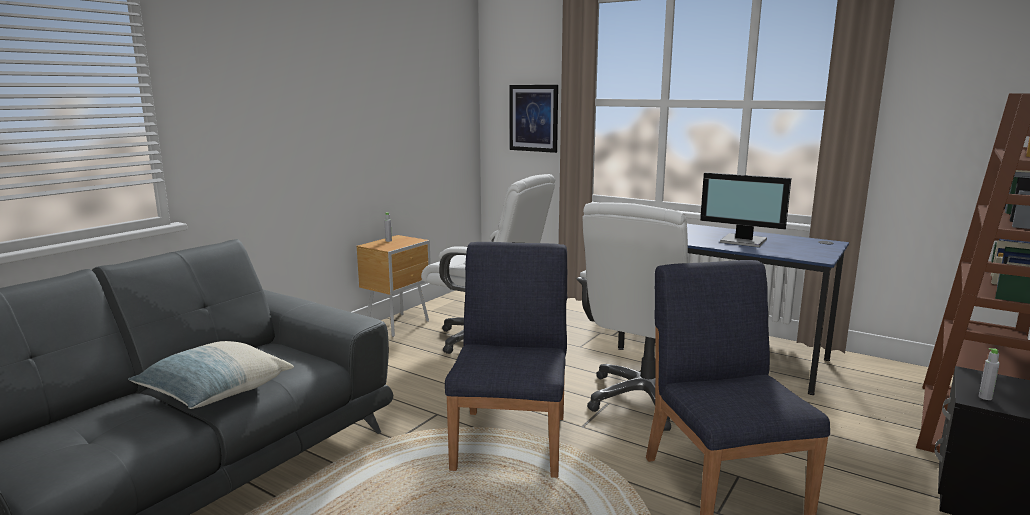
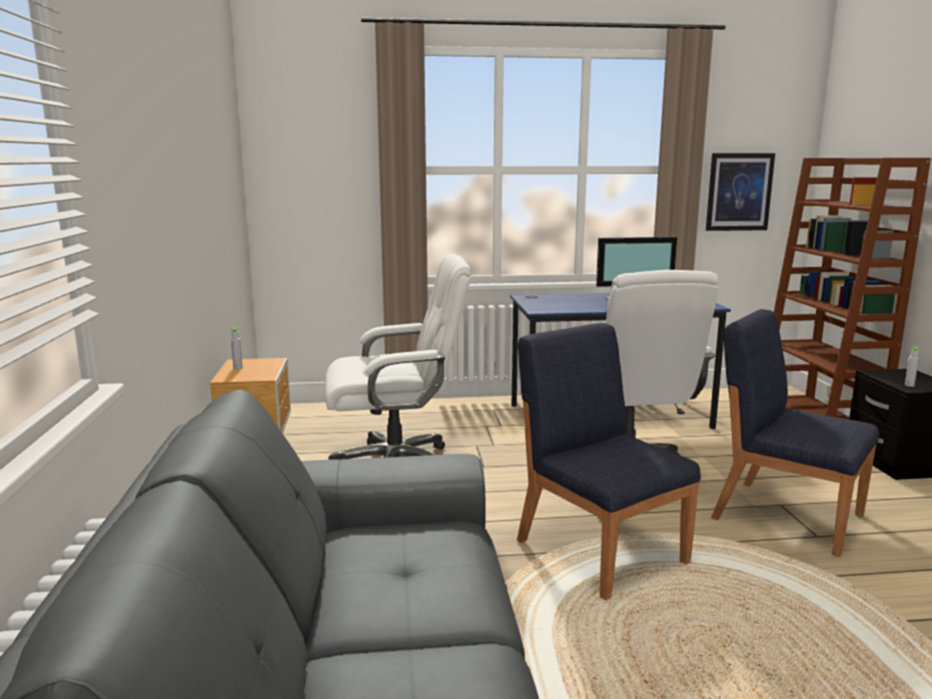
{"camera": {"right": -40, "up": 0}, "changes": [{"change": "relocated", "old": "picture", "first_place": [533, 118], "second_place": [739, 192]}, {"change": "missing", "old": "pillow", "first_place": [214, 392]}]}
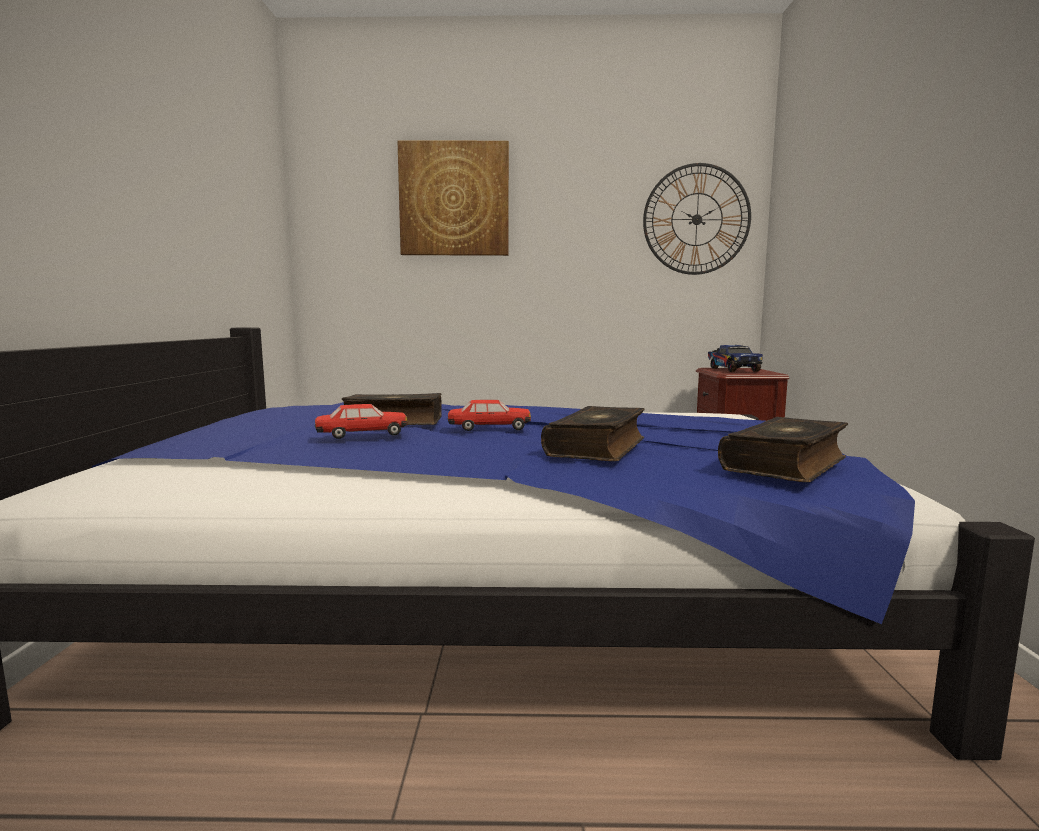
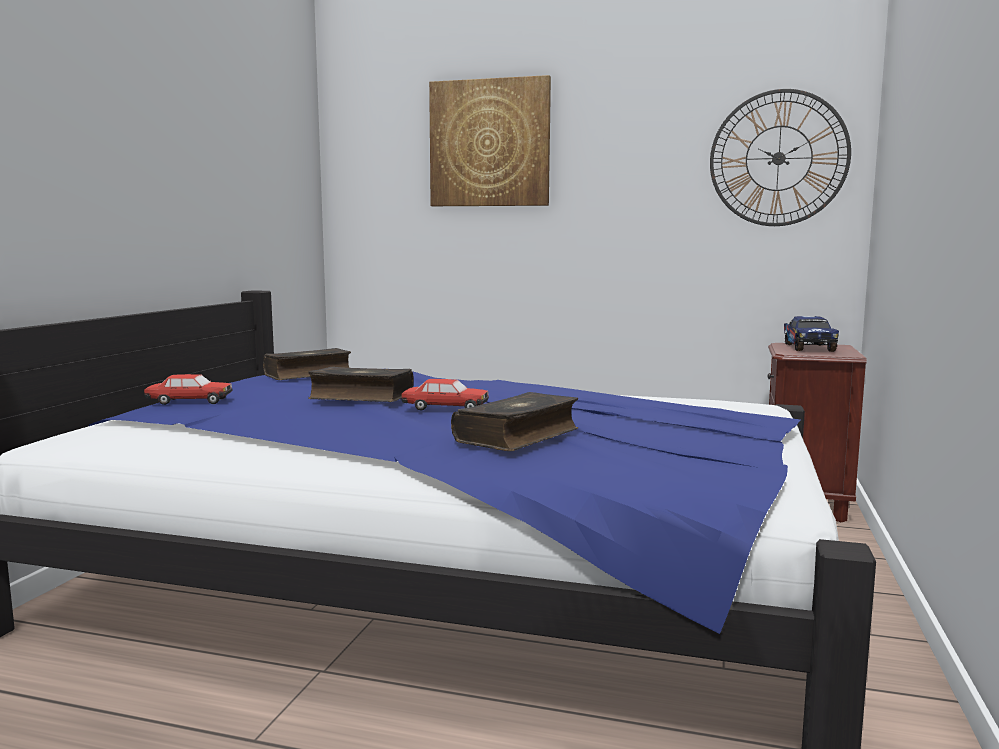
{"camera": {"right": 15, "up": 0}, "changes": [{"change": "relocated", "old": "toy car", "first_place": [362, 434], "second_place": [189, 401]}, {"change": "relocated", "old": "book", "first_place": [786, 464], "second_place": [308, 374]}]}
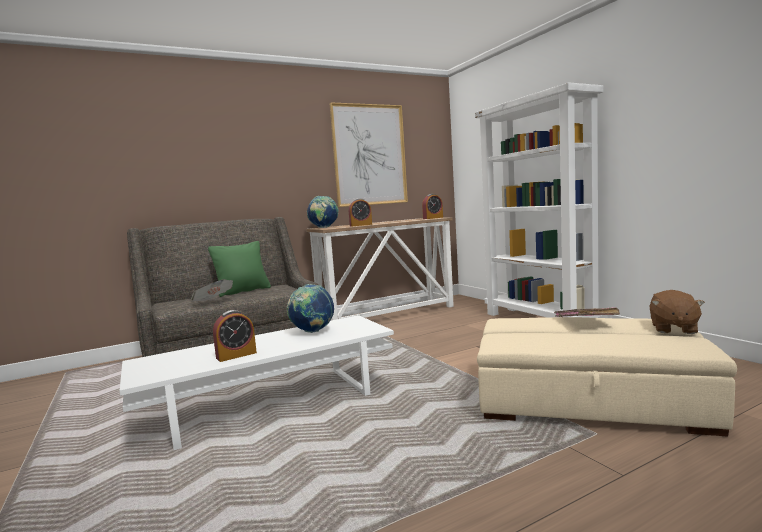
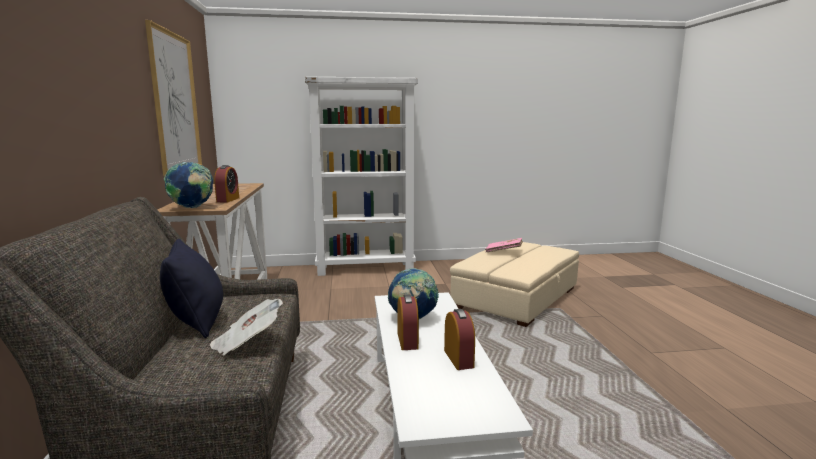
{"camera": {"right": -70, "up": 5}, "changes": [{"change": "relocated", "old": "alarm clock", "first_place": [433, 218], "second_place": [407, 340]}, {"change": "colour", "old": "pillow in green", "new": "pillow in black", "first_place": [243, 291], "second_place": [197, 322]}, {"change": "missing", "old": "plush toy in brown", "first_place": [673, 329]}]}
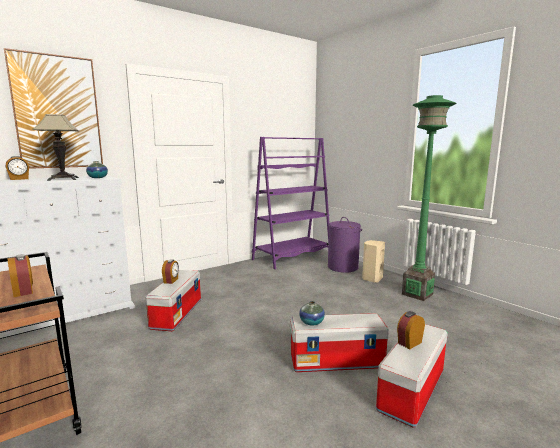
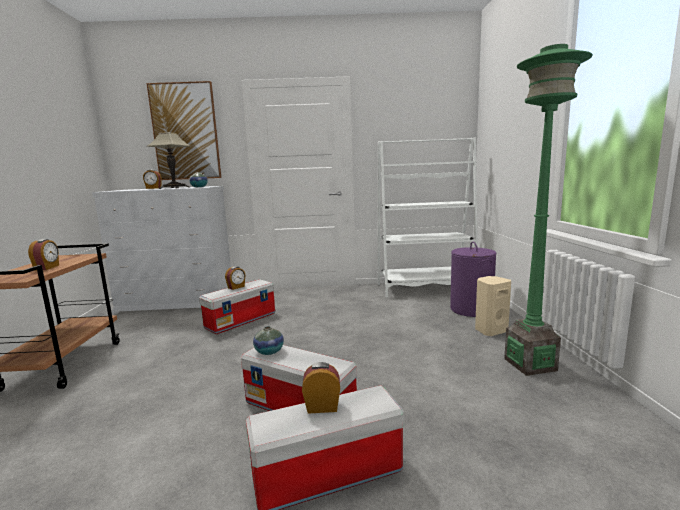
{"camera": {"right": 35, "up": 0}, "changes": [{"change": "colour", "old": "bookcase in purple", "new": "bookcase in white", "first_place": [292, 257], "second_place": [425, 288]}]}
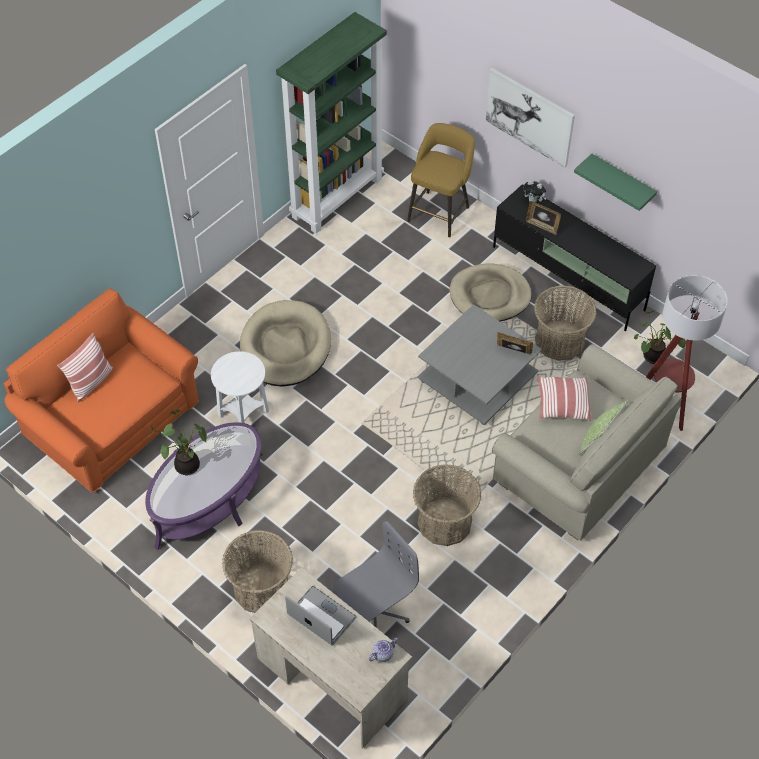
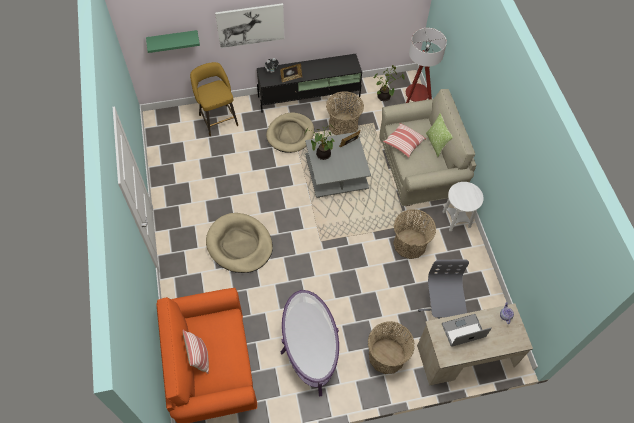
{"camera": {"right": -55, "up": 5}, "changes": [{"change": "missing", "old": "bookcase in green", "first_place": [337, 197]}, {"change": "relocated", "old": "shelf in green", "first_place": [622, 181], "second_place": [173, 40]}, {"change": "relocated", "old": "side table in white", "first_place": [243, 414], "second_place": [456, 219]}, {"change": "relocated", "old": "potted plant", "first_place": [186, 464], "second_place": [322, 154]}]}
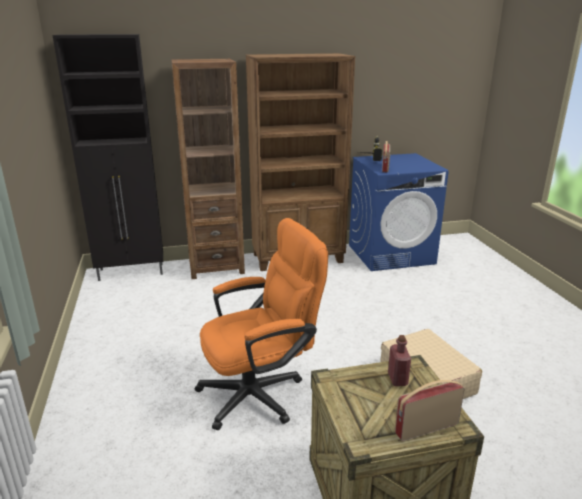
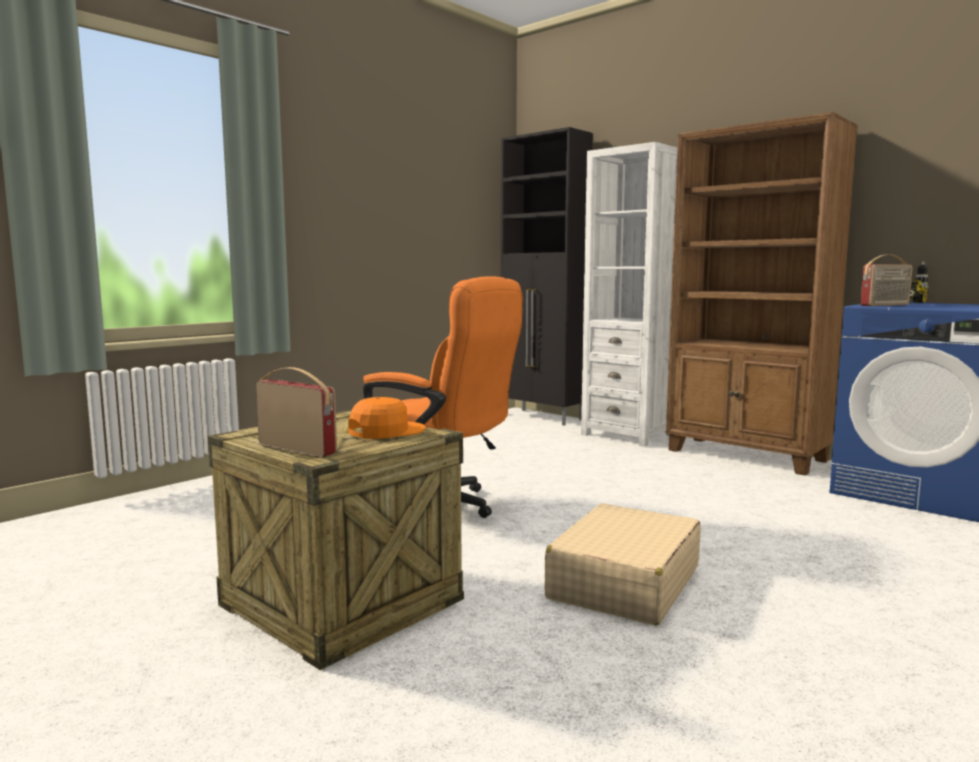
{"camera": {"right": 55, "up": -15}, "changes": [{"change": "colour", "old": "bookcase in brown", "new": "bookcase in white", "first_place": [216, 267], "second_place": [628, 435]}, {"change": "exchanged", "old": "bottle in red", "new": "cap in orange", "first_place": [397, 379], "second_place": [386, 431]}]}
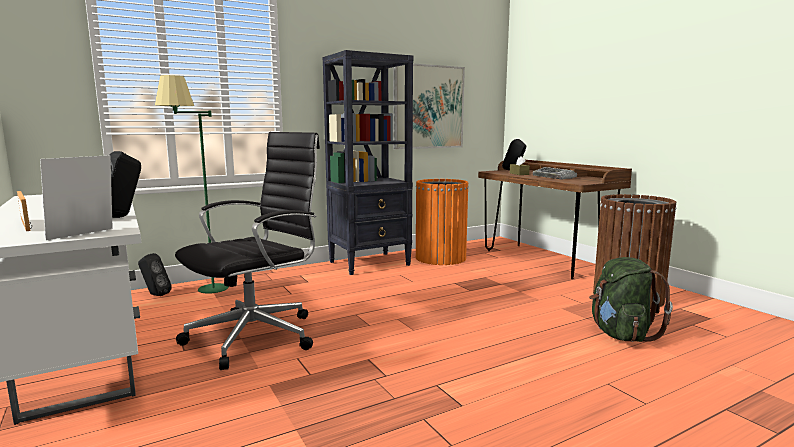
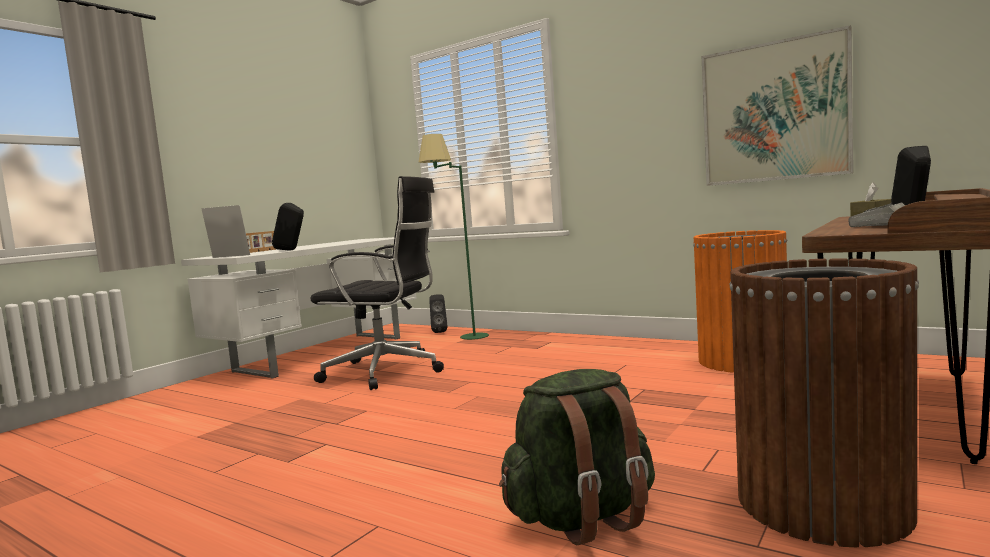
{"camera": {"right": 65, "up": -5}, "changes": [{"change": "missing", "old": "bookcase in black", "first_place": [370, 263]}]}
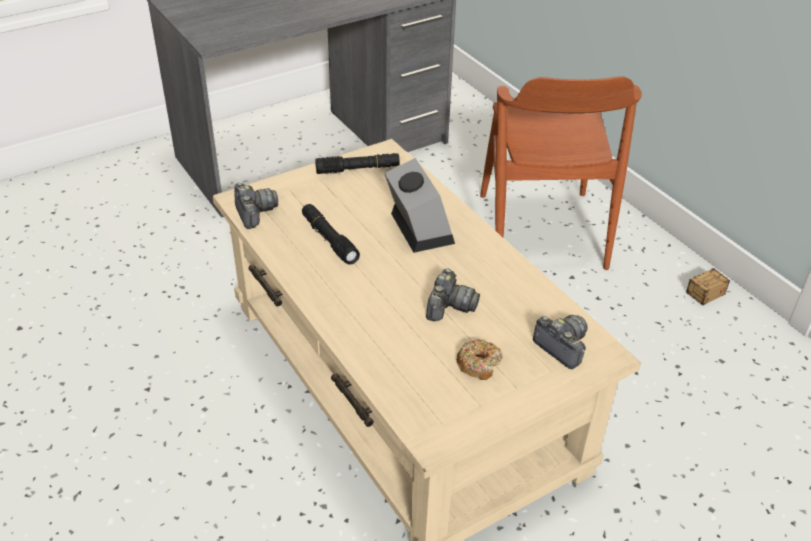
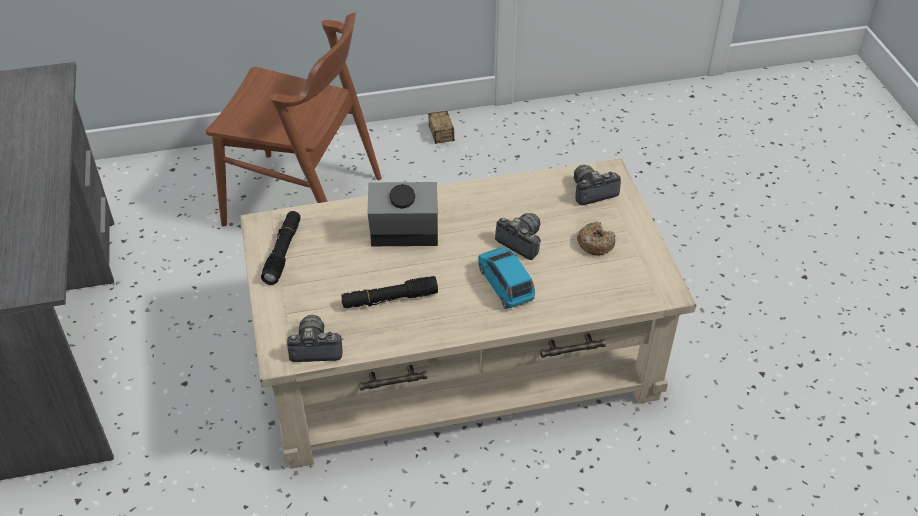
{"camera": {"right": -70, "up": 5}, "changes": [{"change": "appeared", "new": "toy car in blue", "second_place": [505, 284]}]}
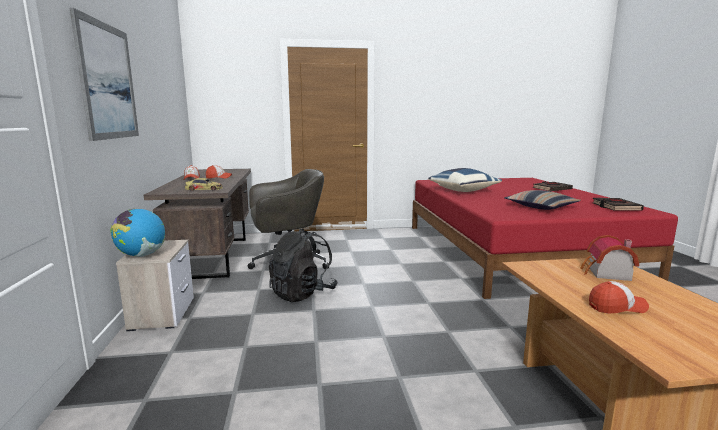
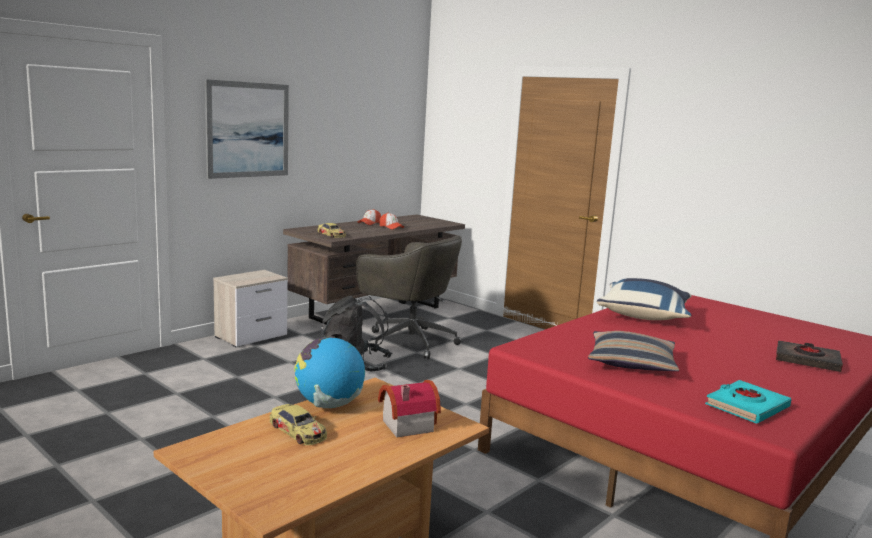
{"camera": {"right": 50, "up": 0}, "changes": [{"change": "colour", "old": "book in black", "new": "book in turquoise", "first_place": [616, 207], "second_place": [746, 407]}, {"change": "relocated", "old": "globe", "first_place": [141, 255], "second_place": [329, 405]}, {"change": "exchanged", "old": "cap", "new": "toy car", "first_place": [616, 307], "second_place": [298, 431]}]}
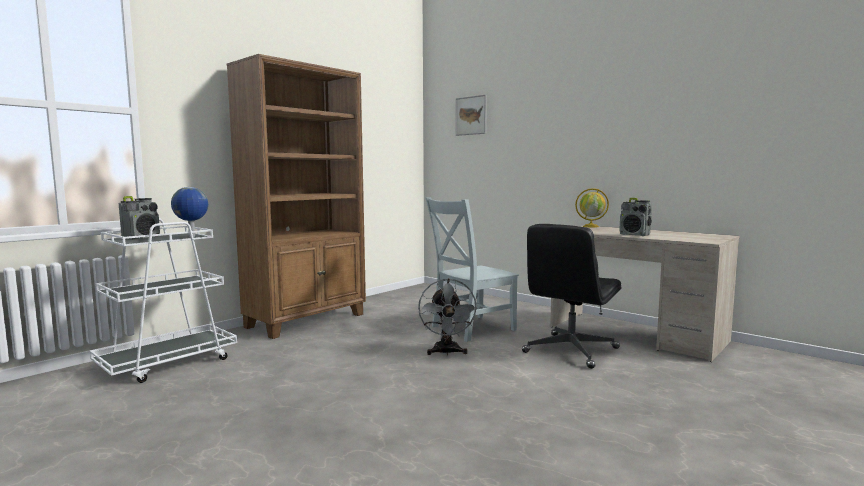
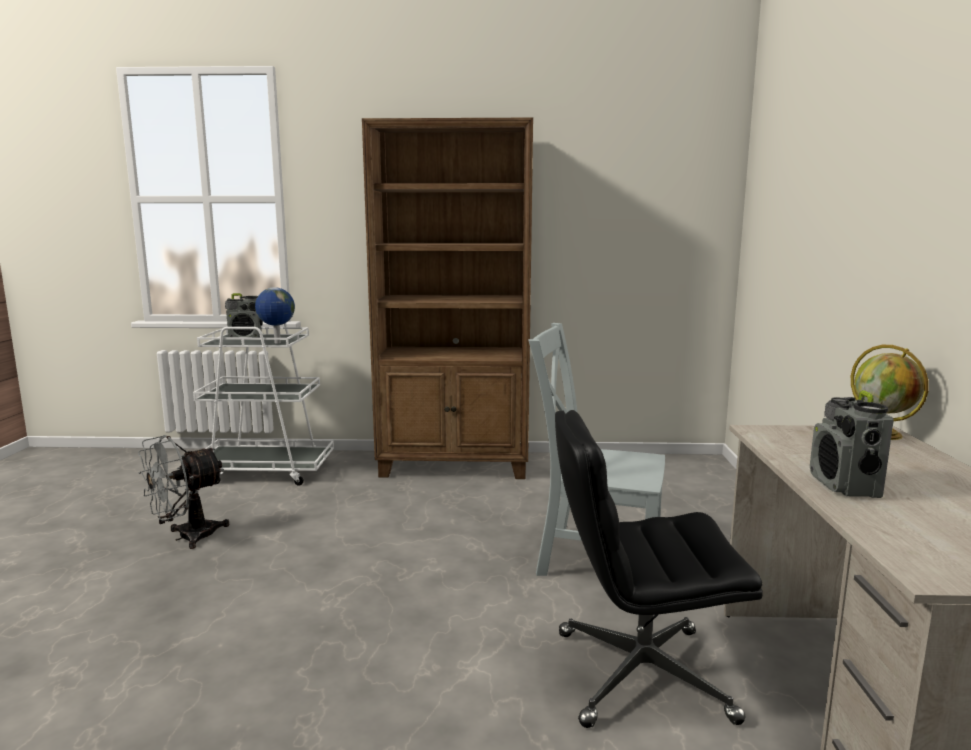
{"camera": {"right": 50, "up": 5}, "changes": [{"change": "missing", "old": "picture", "first_place": [471, 115]}, {"change": "relocated", "old": "fan in grey", "first_place": [446, 352], "second_place": [187, 537]}]}
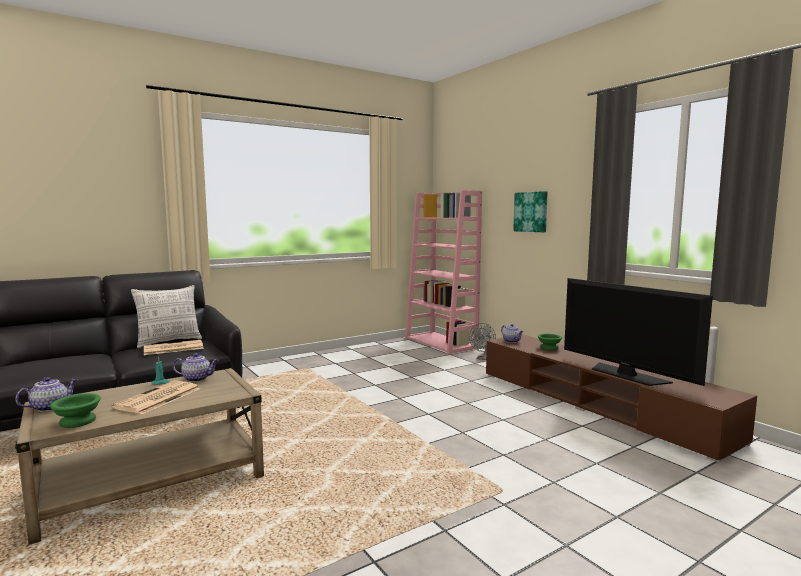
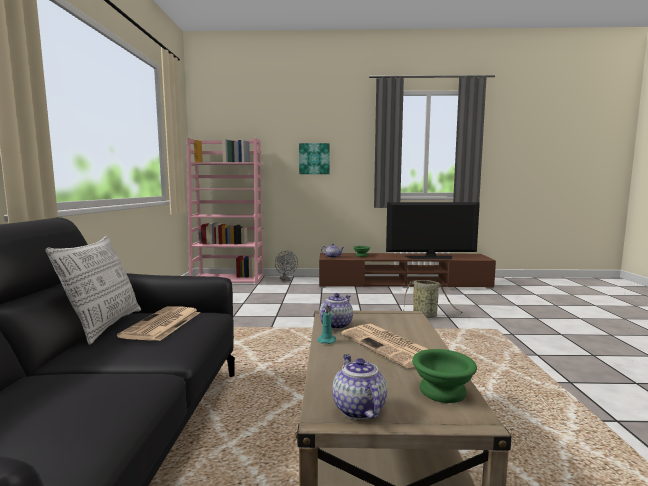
{"camera": {"right": -55, "up": 0}, "changes": [{"change": "appeared", "new": "basket", "second_place": [426, 316]}]}
